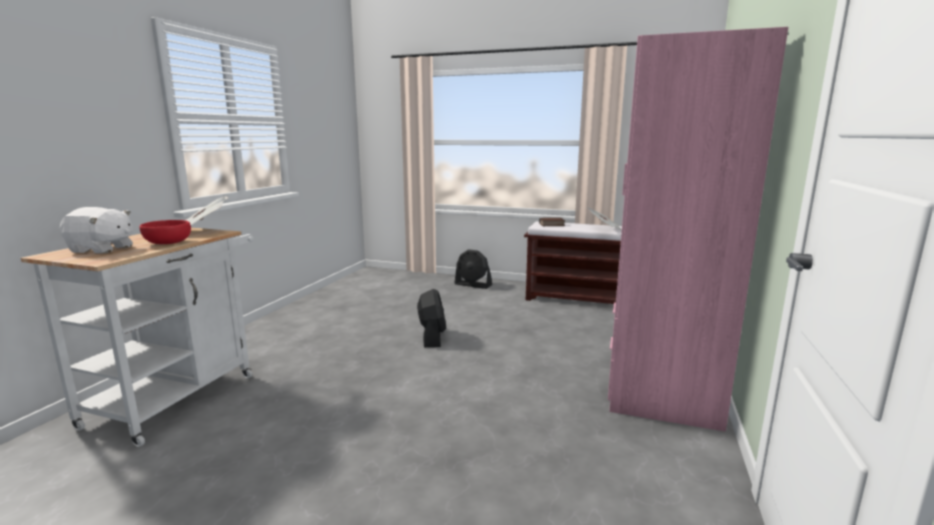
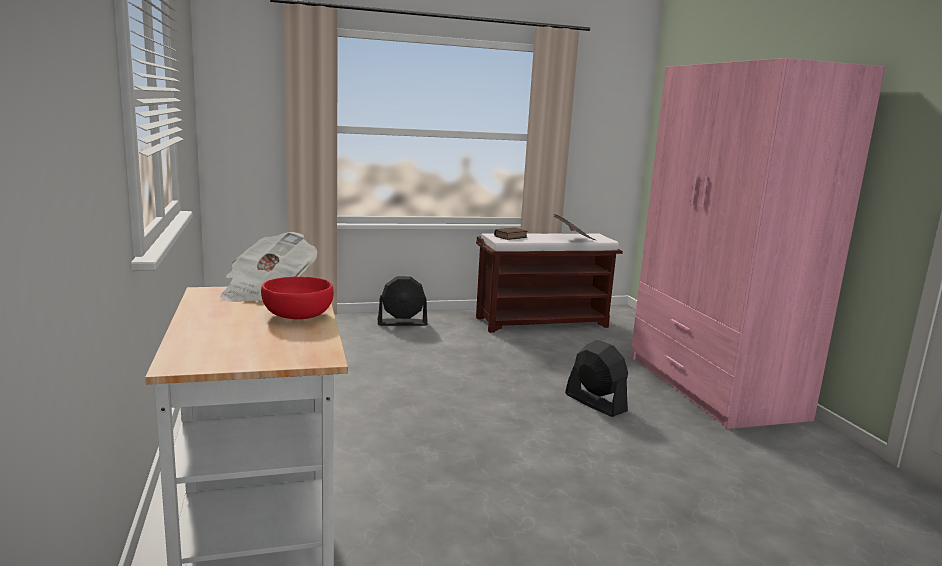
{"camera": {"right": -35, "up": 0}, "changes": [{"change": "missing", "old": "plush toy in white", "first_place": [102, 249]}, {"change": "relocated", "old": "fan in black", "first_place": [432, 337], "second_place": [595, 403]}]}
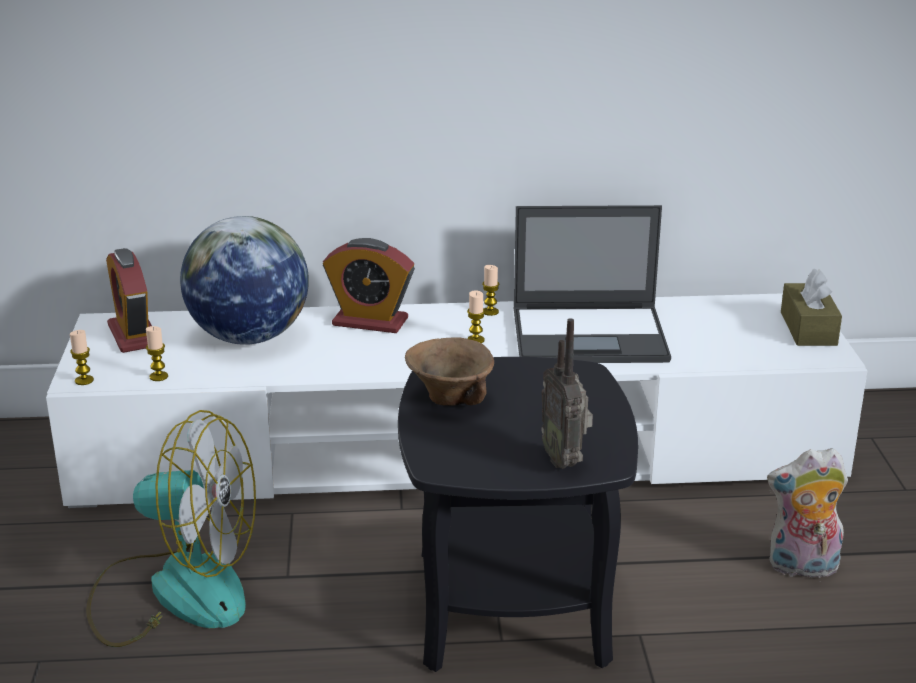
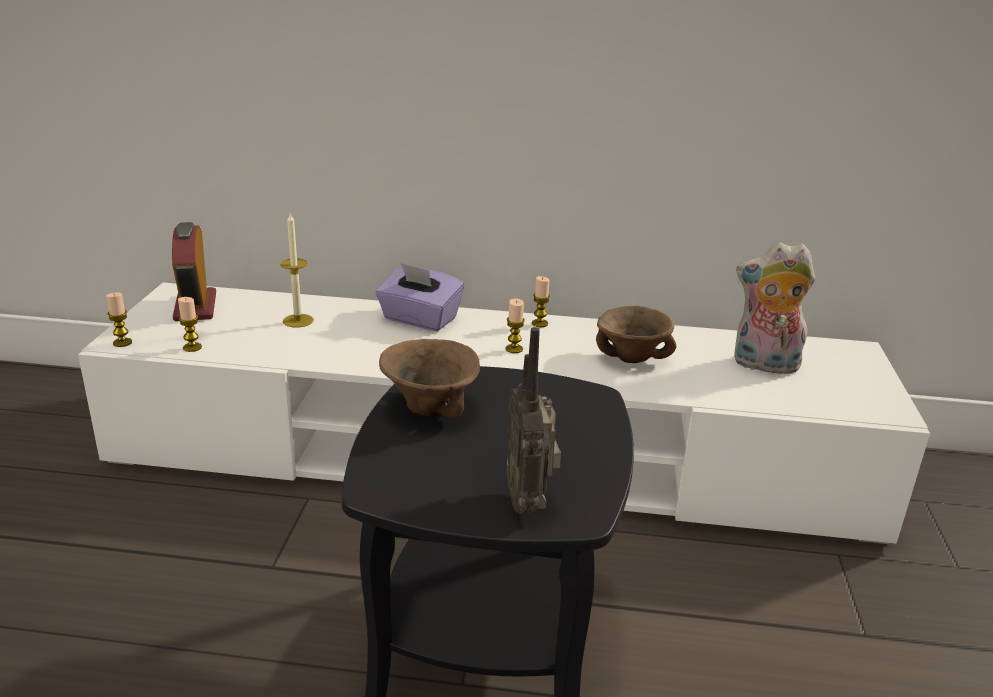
{"camera": {"right": 10, "up": 0}, "changes": [{"change": "exchanged", "old": "laptop", "new": "bowl in brown", "first_place": [591, 335], "second_place": [633, 358]}, {"change": "exchanged", "old": "globe", "new": "candle", "first_place": [248, 337], "second_place": [298, 320]}, {"change": "exchanged", "old": "alarm clock", "new": "tissue box in purple", "first_place": [370, 322], "second_place": [419, 319]}, {"change": "missing", "old": "tissue box in brown", "first_place": [808, 328]}, {"change": "missing", "old": "fan", "first_place": [174, 590]}, {"change": "relocated", "old": "plush toy", "first_place": [801, 568], "second_place": [764, 365]}]}
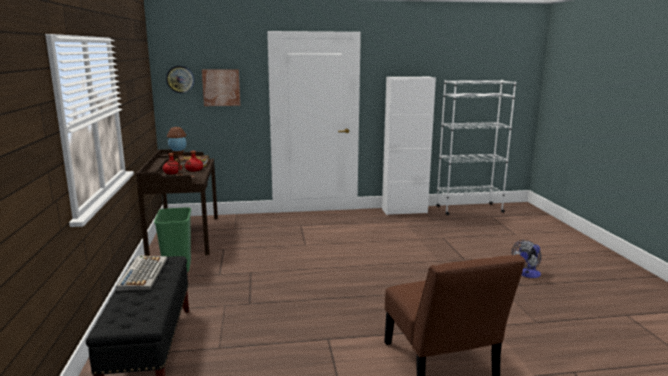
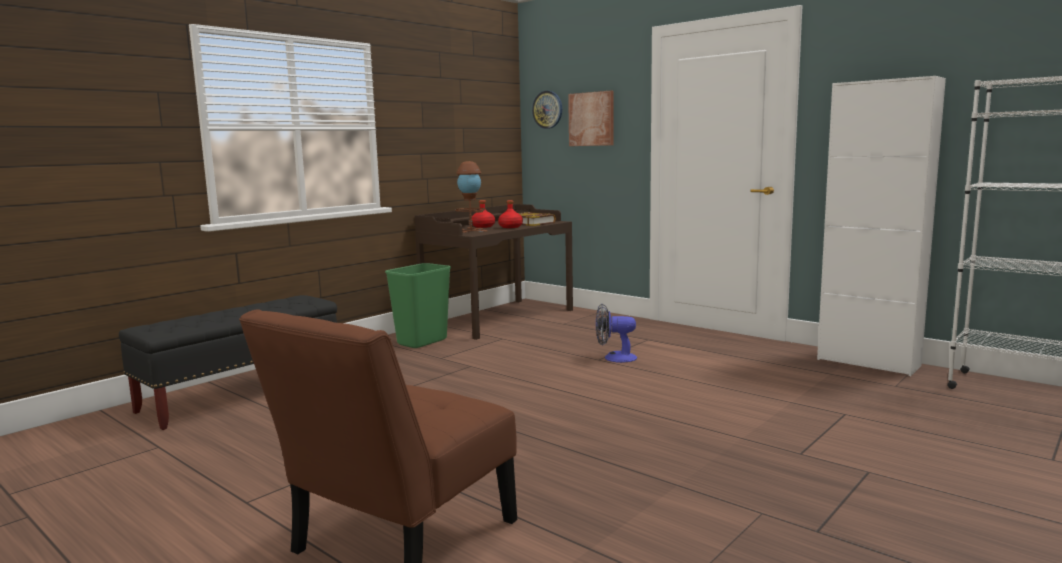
{"camera": {"right": 50, "up": -5}, "changes": [{"change": "relocated", "old": "fan", "first_place": [527, 274], "second_place": [614, 358]}, {"change": "missing", "old": "keyboard", "first_place": [142, 273]}]}
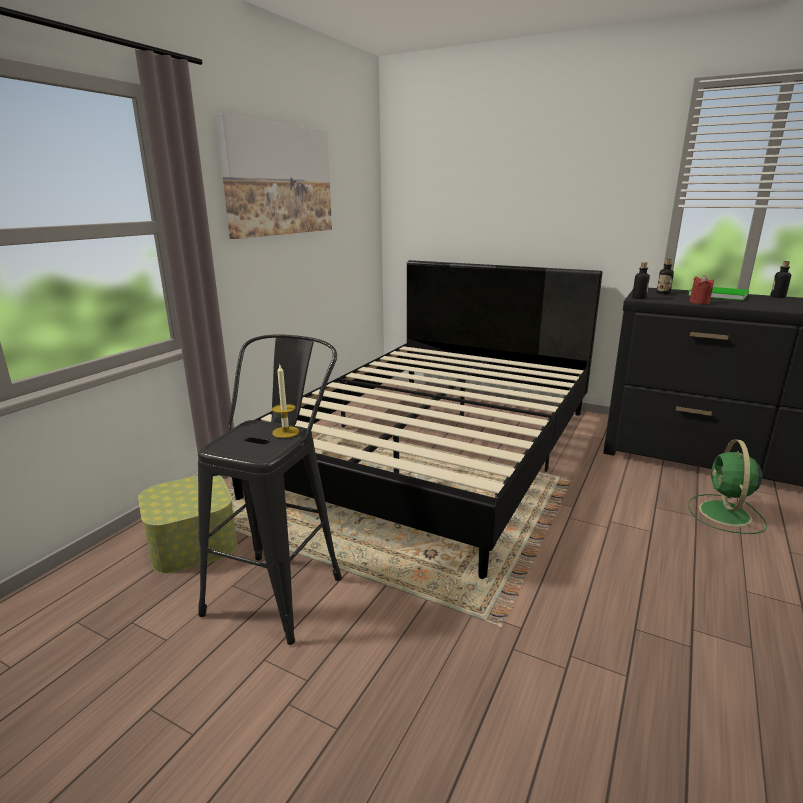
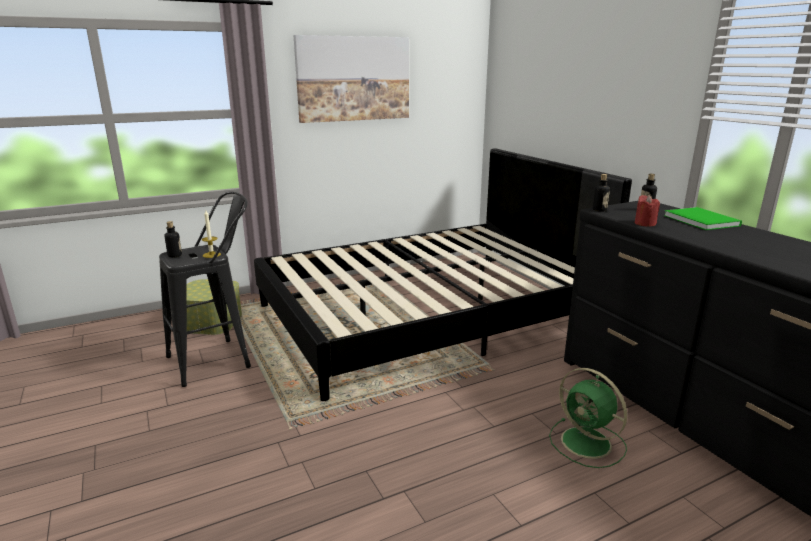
{"camera": {"right": 35, "up": 0}, "changes": [{"change": "relocated", "old": "bottle", "first_place": [777, 296], "second_place": [175, 255]}, {"change": "spun", "old": "fan in green", "first_place": [725, 514], "second_place": [588, 443], "degrees": -90}]}
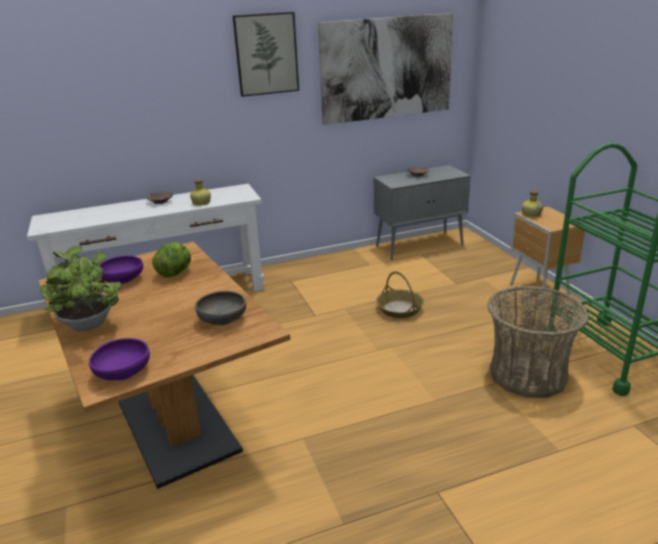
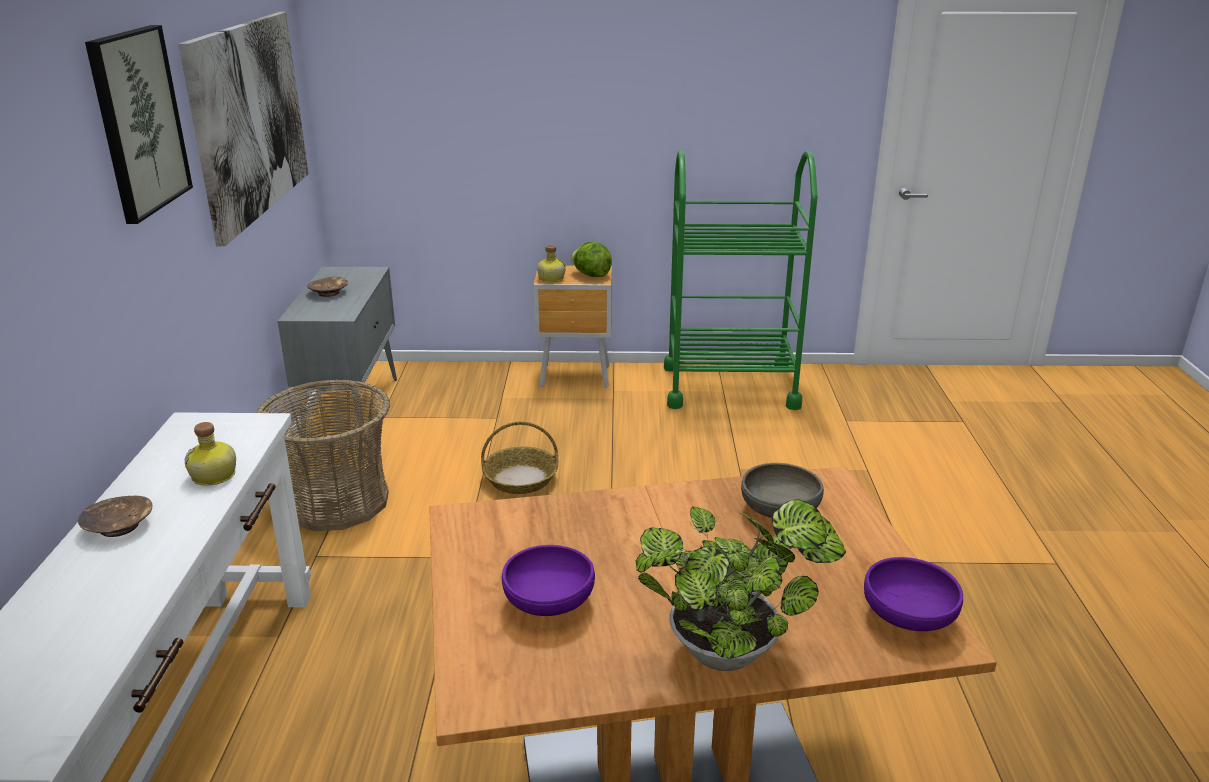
{"camera": {"right": -70, "up": 0}, "changes": [{"change": "relocated", "old": "lettuce", "first_place": [175, 273], "second_place": [591, 275]}, {"change": "relocated", "old": "basket", "first_place": [528, 374], "second_place": [336, 501]}]}
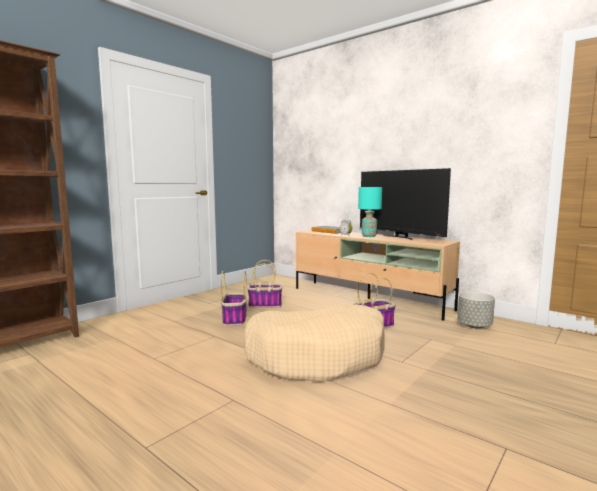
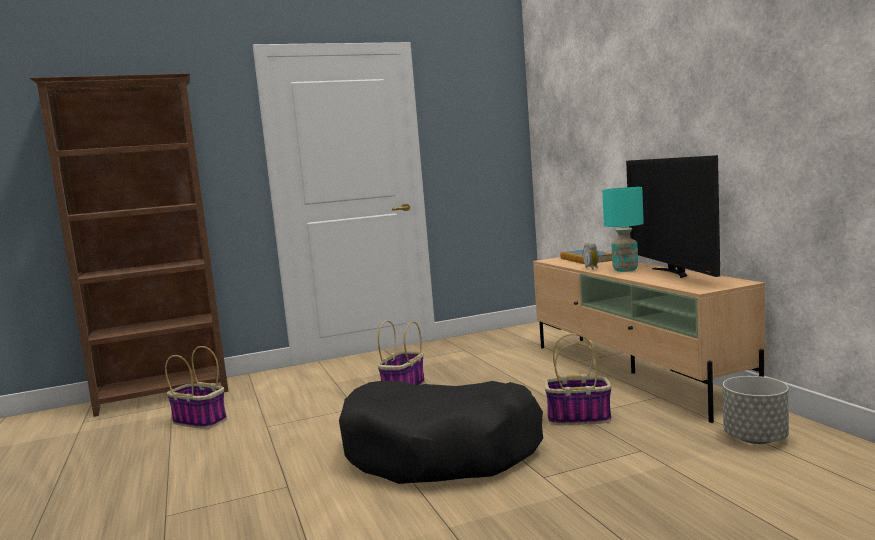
{"camera": {"right": 30, "up": 0}, "changes": [{"change": "relocated", "old": "basket", "first_place": [265, 305], "second_place": [201, 421]}, {"change": "colour", "old": "dog bed in beige", "new": "dog bed in black", "first_place": [318, 356], "second_place": [441, 451]}]}
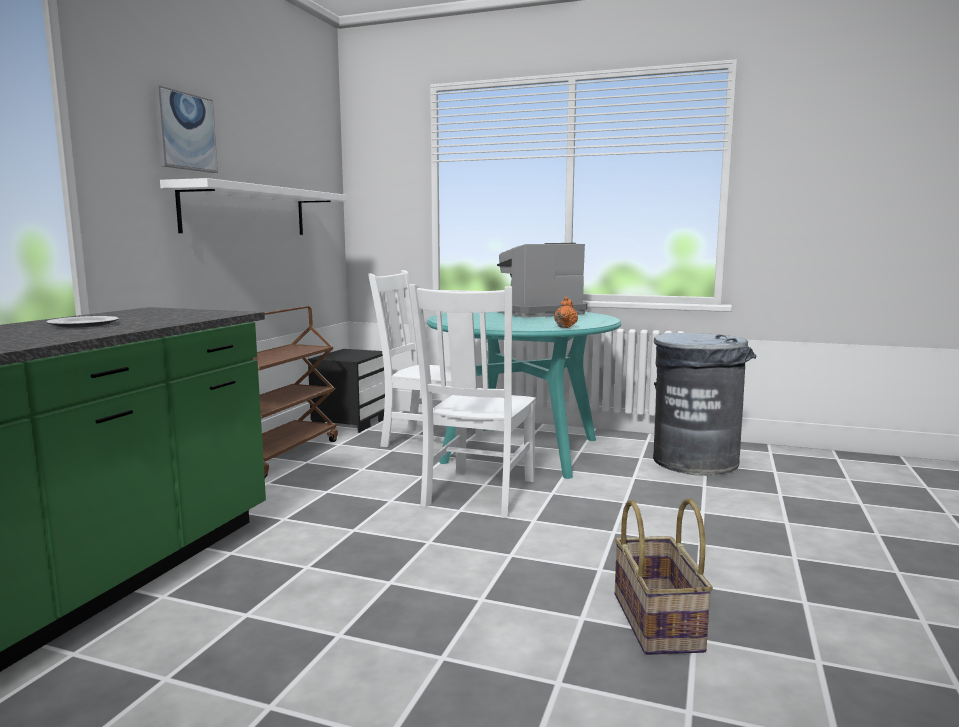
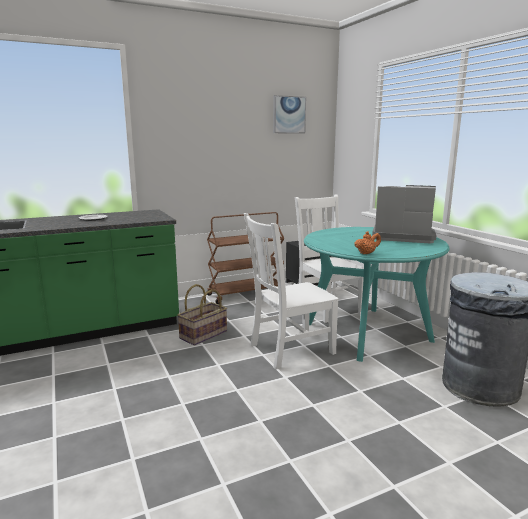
{"camera": {"right": 45, "up": 5}, "changes": [{"change": "relocated", "old": "picture", "first_place": [185, 131], "second_place": [289, 115]}, {"change": "missing", "old": "shelf in white", "first_place": [246, 211]}, {"change": "relocated", "old": "basket", "first_place": [659, 622], "second_place": [204, 335]}]}
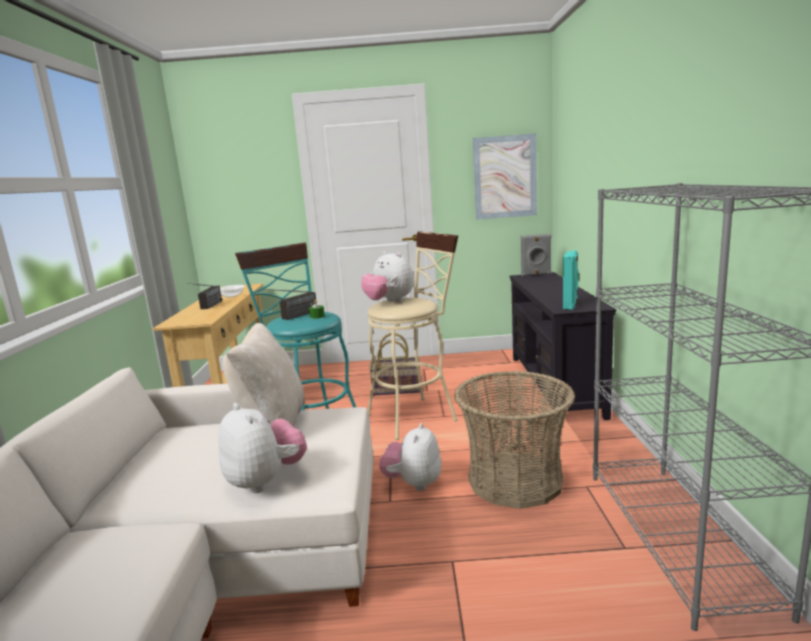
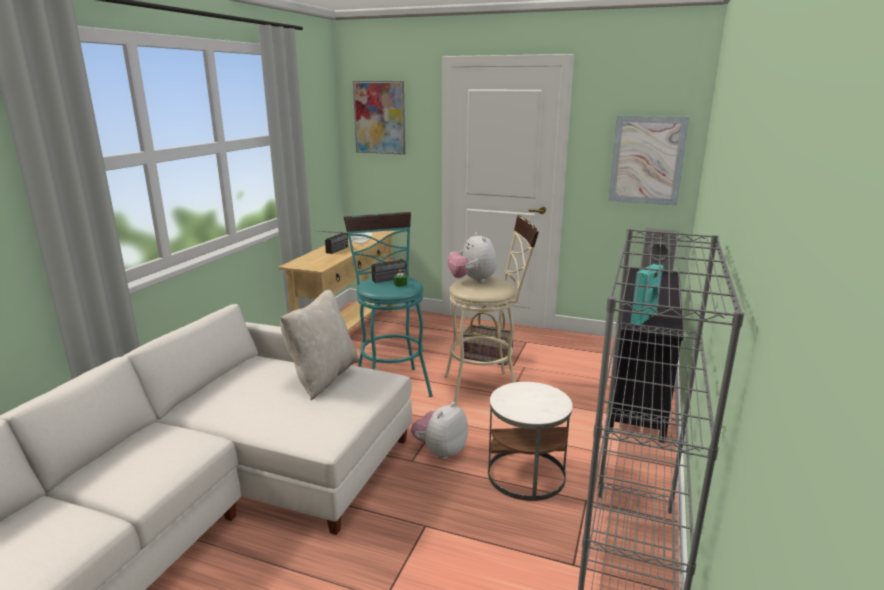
{"camera": {"right": 20, "up": 5}, "changes": [{"change": "exchanged", "old": "basket", "new": "side table in white", "first_place": [515, 480], "second_place": [526, 475]}, {"change": "missing", "old": "plush toy", "first_place": [265, 481]}, {"change": "appeared", "new": "picture", "second_place": [379, 117]}]}
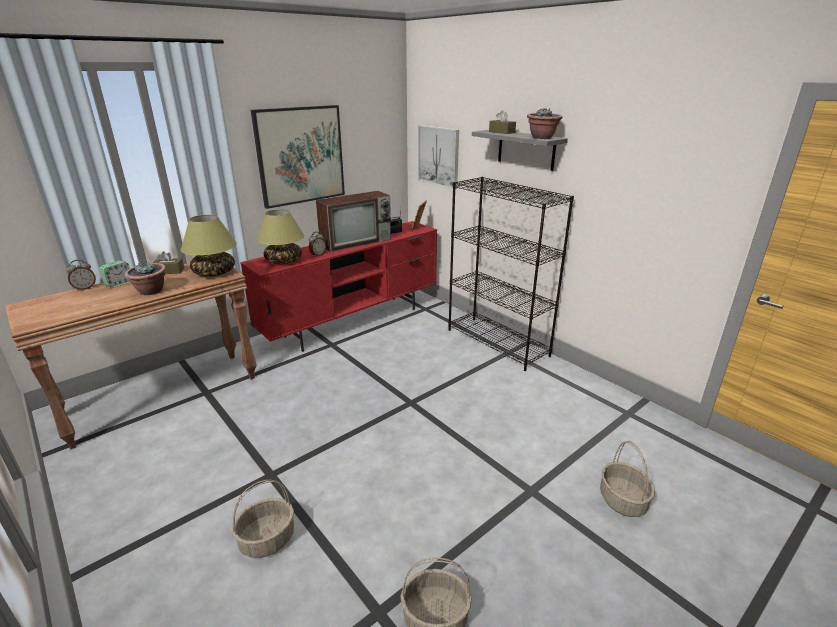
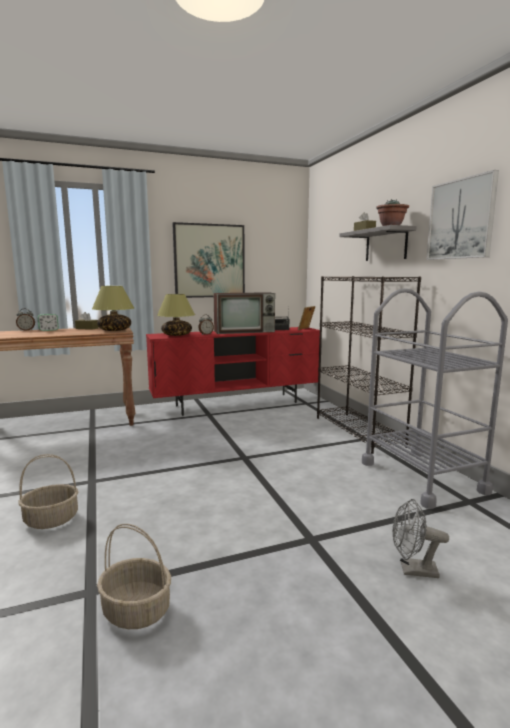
{"camera": {"right": 20, "up": -15}, "changes": [{"change": "relocated", "old": "picture", "first_place": [438, 156], "second_place": [461, 219]}, {"change": "missing", "old": "potted plant", "first_place": [150, 291]}, {"change": "exchanged", "old": "basket", "new": "fan in grey", "first_place": [623, 501], "second_place": [412, 570]}, {"change": "appeared", "new": "cart in grey", "second_place": [422, 477]}]}
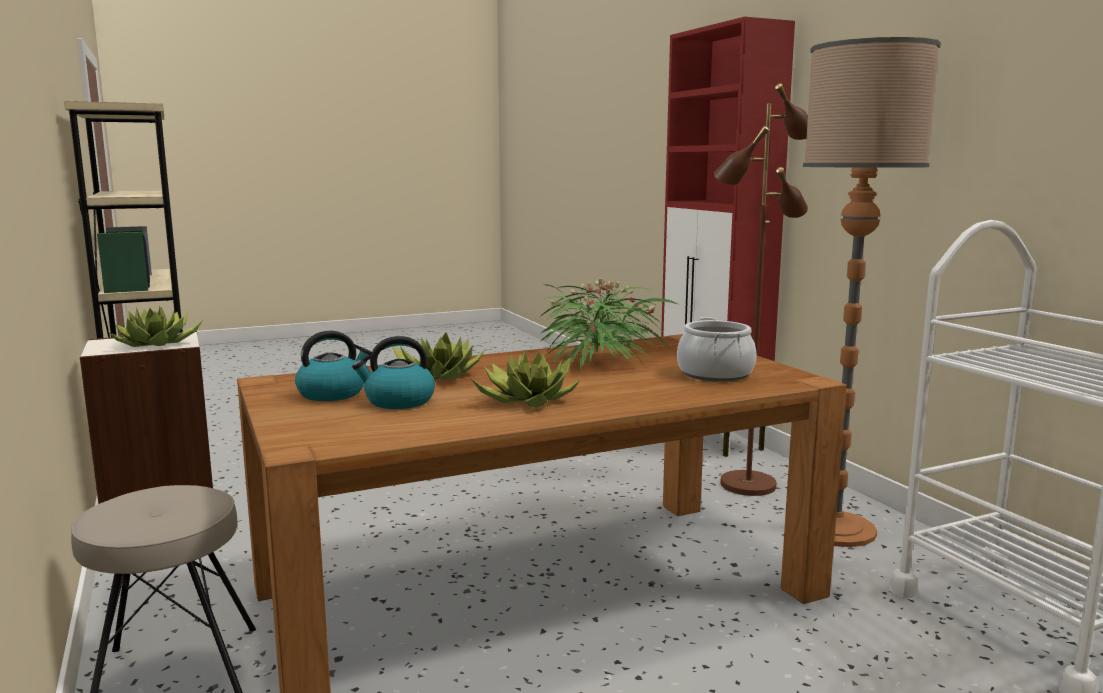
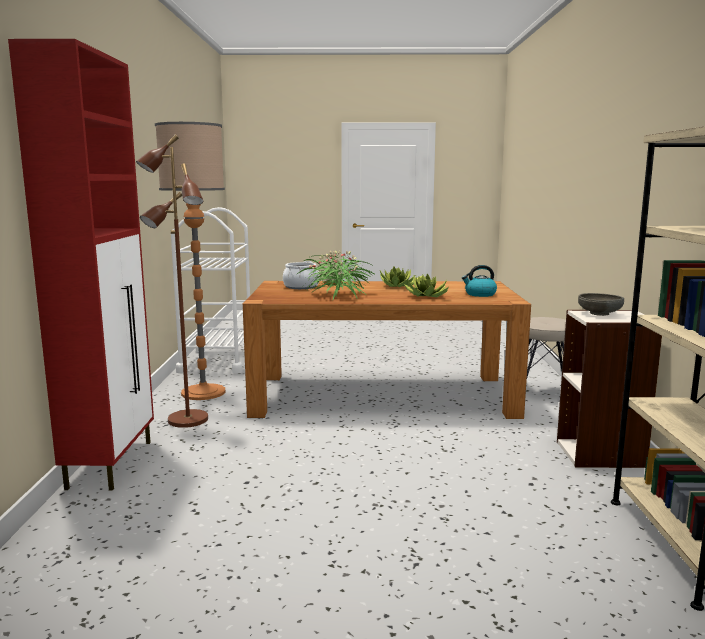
{"camera": {"right": -155, "up": 0}, "changes": [{"change": "exchanged", "old": "potted plant", "new": "bowl in grey", "first_place": [157, 344], "second_place": [599, 313]}, {"change": "missing", "old": "kettle", "first_place": [398, 401]}]}
